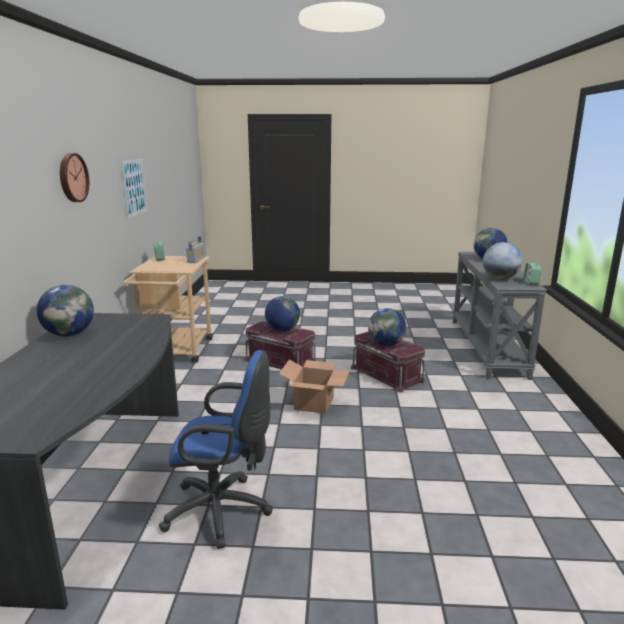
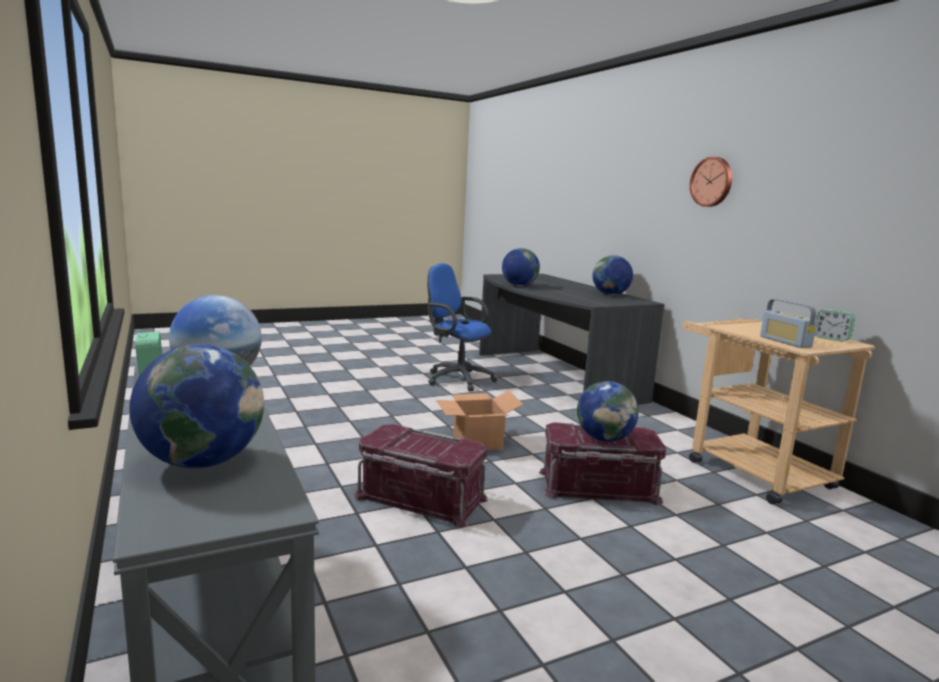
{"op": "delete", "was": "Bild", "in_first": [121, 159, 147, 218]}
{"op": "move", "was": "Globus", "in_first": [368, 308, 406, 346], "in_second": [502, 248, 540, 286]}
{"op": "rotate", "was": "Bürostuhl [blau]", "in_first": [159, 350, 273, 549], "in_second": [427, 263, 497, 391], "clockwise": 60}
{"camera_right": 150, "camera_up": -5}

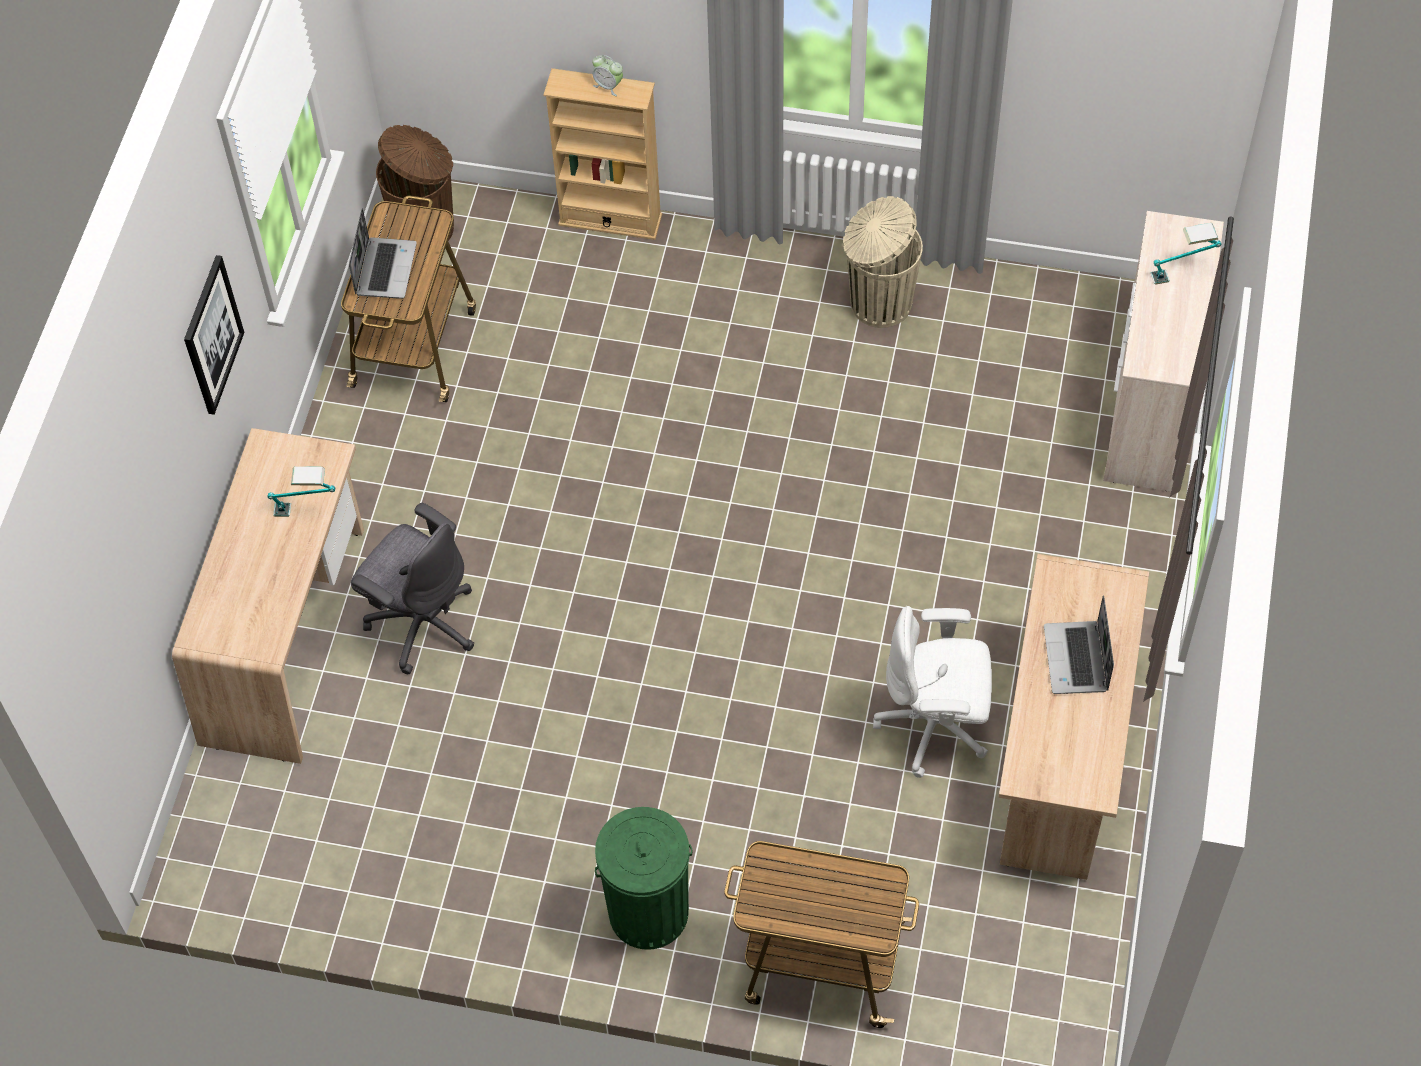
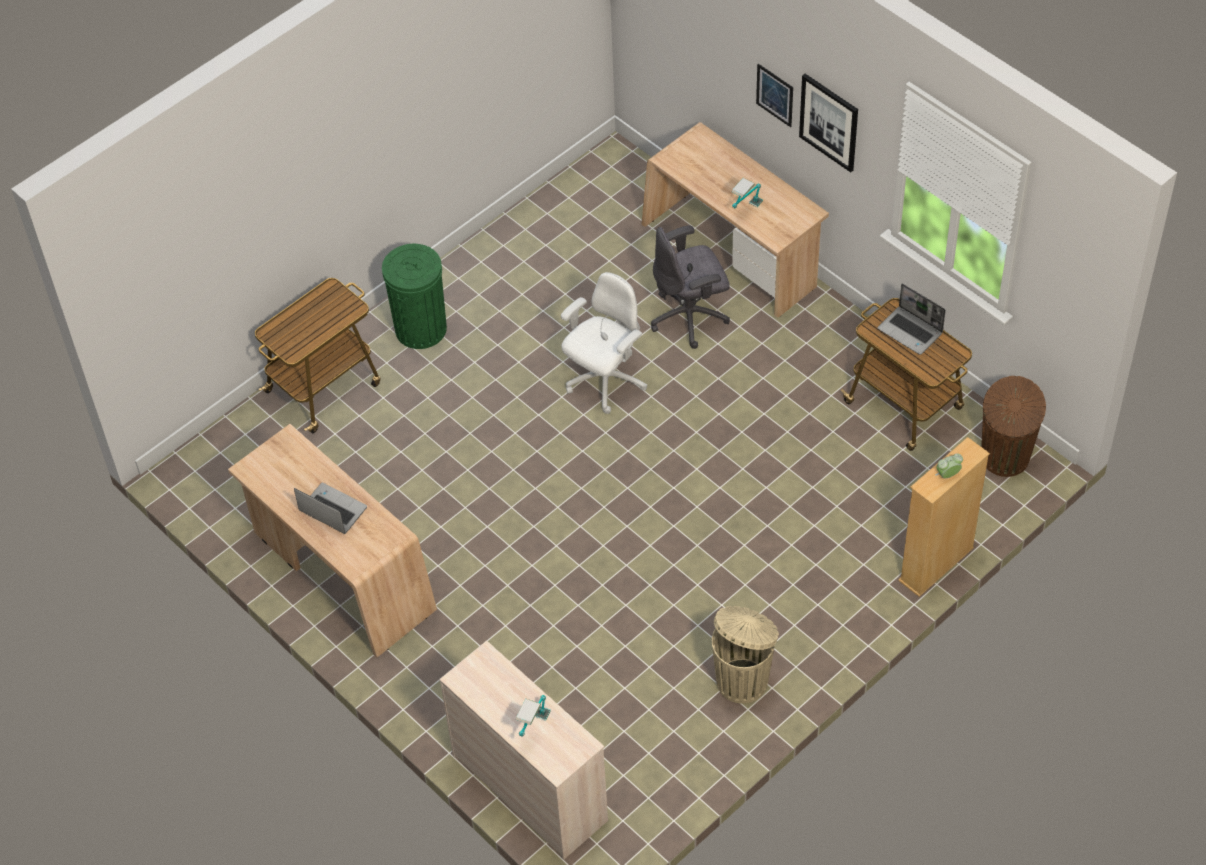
{"op": "insert", "now": "Bild", "in_second": [756, 64, 793, 127]}
{"op": "move", "was": "Bürostuhl [weiß]", "in_first": [873, 606, 992, 778], "in_second": [561, 272, 647, 414]}
{"camera_right": 125, "camera_up": -5}

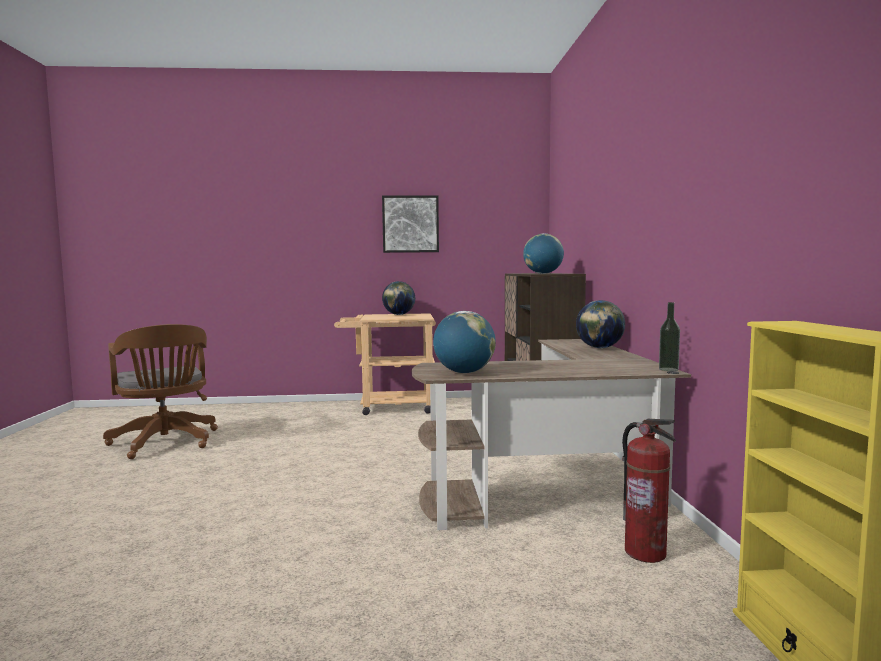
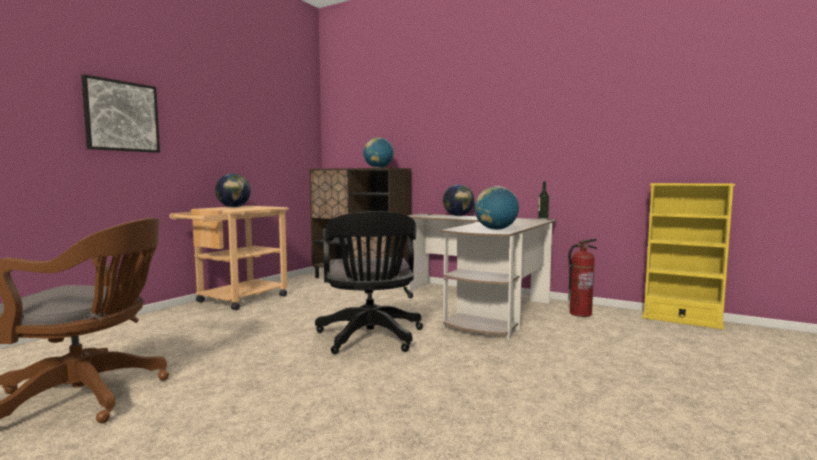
{"op": "insert", "now": "Bürostuhl [schwarz]", "in_second": [315, 211, 423, 354]}
{"op": "move", "was": "Bild", "in_first": [382, 195, 439, 253], "in_second": [81, 74, 160, 153]}
{"camera_right": -55, "camera_up": 0}

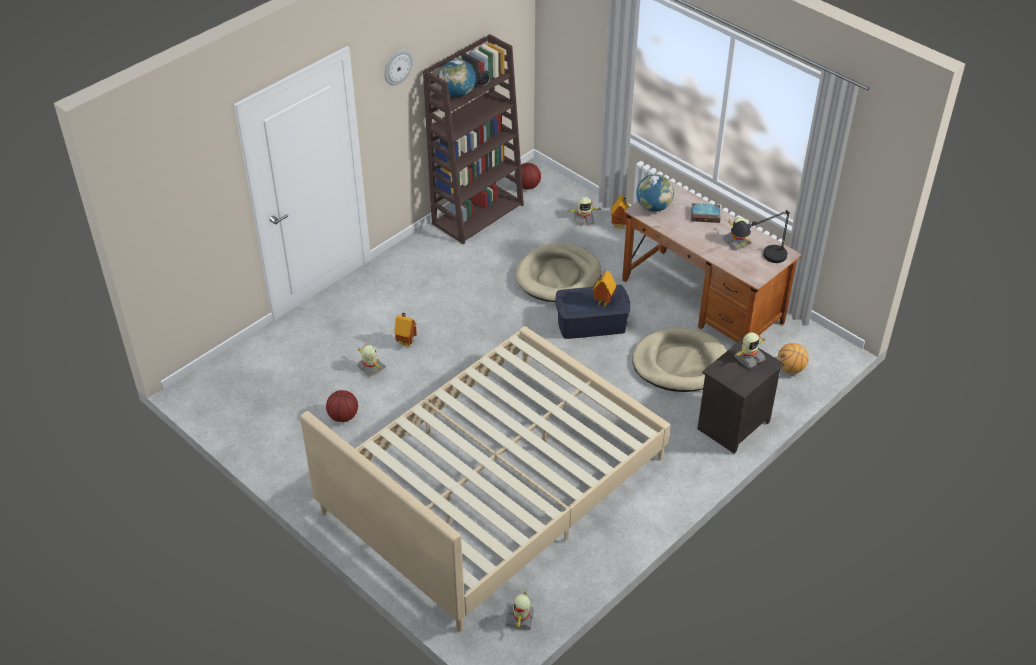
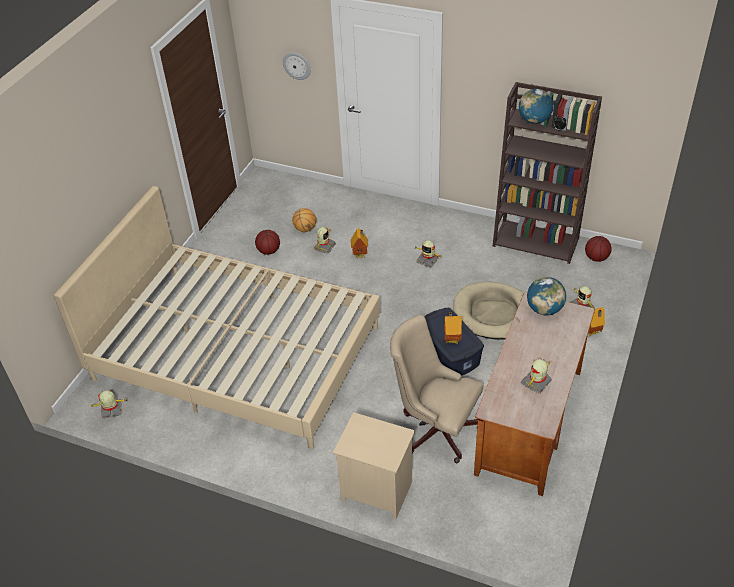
{"op": "delete", "was": "Buch", "in_first": [691, 203, 720, 223]}
{"op": "delete", "was": "Tischlampe [schwarz]", "in_first": [731, 210, 790, 263]}
{"op": "move", "was": "Wanduhr", "in_first": [384, 50, 413, 85], "in_second": [283, 52, 311, 80]}
{"op": "move", "was": "Spielzeugroboter", "in_first": [734, 332, 765, 369], "in_second": [415, 240, 442, 268]}
{"op": "move", "was": "Basketball", "in_first": [778, 343, 809, 374], "in_second": [292, 208, 316, 232]}
{"op": "replace", "was": "Hundebett [beige]", "now": "Bürostuhl [beige]", "in_first": [632, 328, 727, 392], "in_second": [390, 315, 484, 463]}
{"op": "recolor", "was": "Nachttisch [schwarz]", "now": "Nachttisch [beige]", "in_first": [698, 338, 784, 454], "in_second": [333, 412, 415, 519]}
{"camera_right": 70, "camera_up": 0}

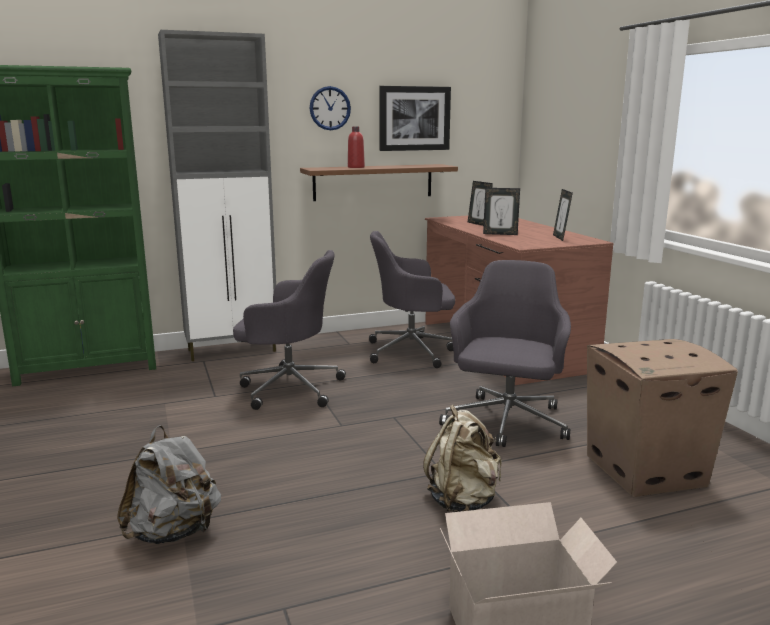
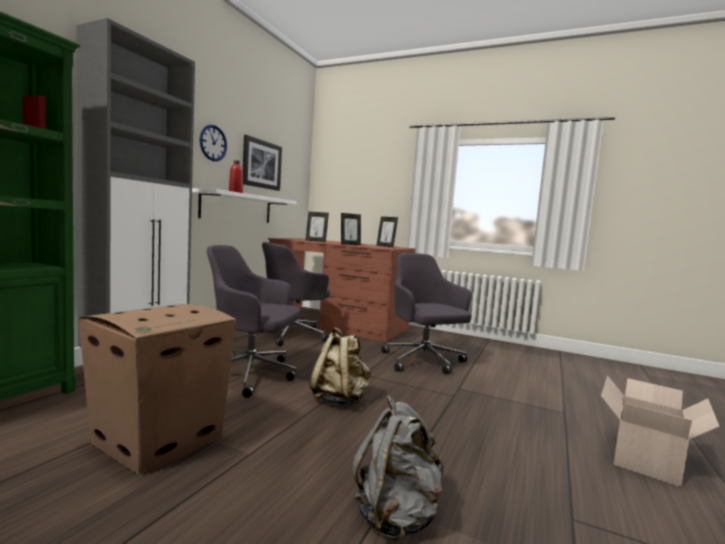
{"op": "move", "was": "Rucksack [beige]", "in_first": [423, 405, 502, 512], "in_second": [309, 327, 371, 405]}
{"op": "move", "was": "Karton", "in_first": [587, 339, 738, 497], "in_second": [78, 304, 236, 476]}
{"op": "recolor", "was": "Wandregal [braun]", "now": "Wandregal [weiß]", "in_first": [300, 164, 458, 201], "in_second": [192, 188, 297, 223]}
{"op": "rotate", "was": "Bürostuhl [grau]", "in_first": [233, 250, 346, 410], "in_second": [207, 245, 300, 398], "clockwise": -135}
{"camera_right": -45, "camera_up": -10}

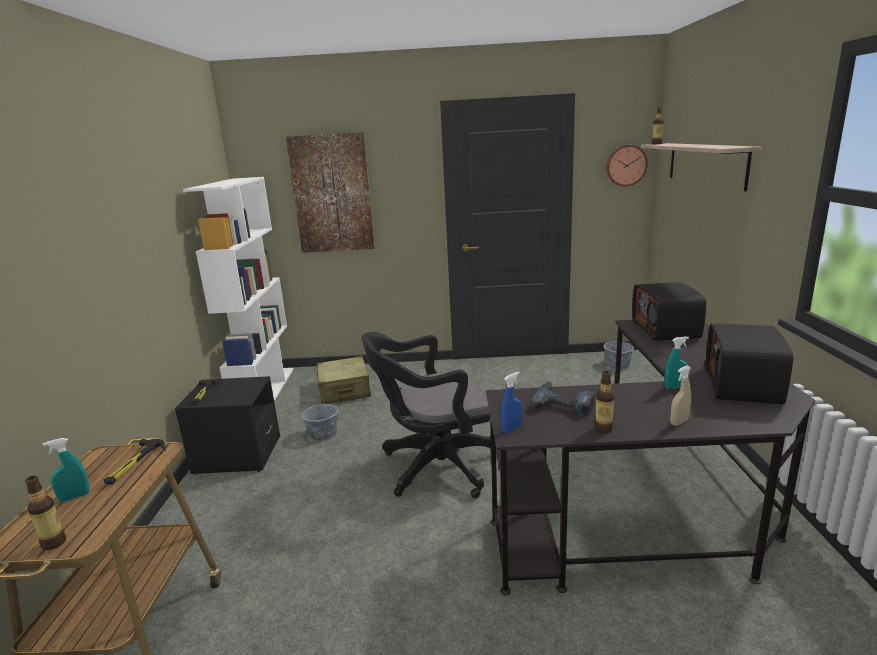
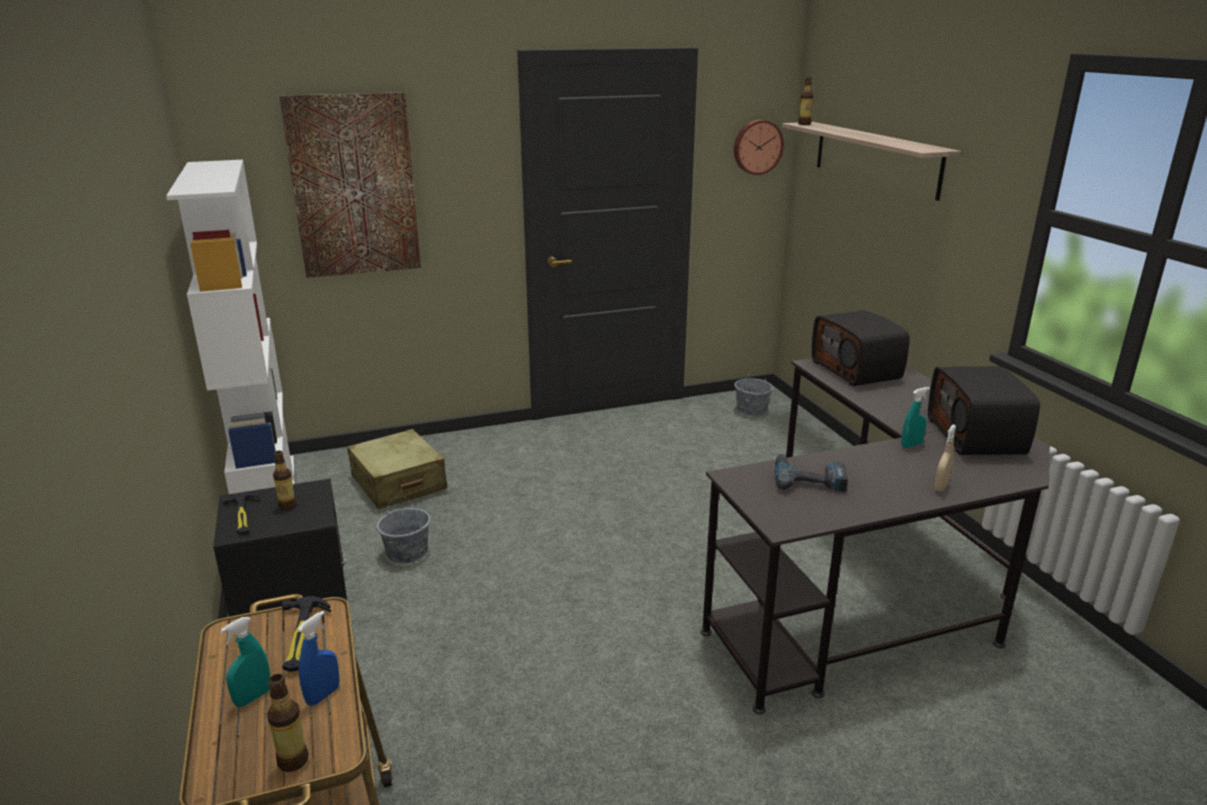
{"op": "delete", "was": "Bürostuhl [schwarz]", "in_first": [361, 332, 491, 498]}
{"op": "move", "was": "Sprühflasche [blau]", "in_first": [501, 372, 523, 433], "in_second": [298, 611, 339, 706]}
{"op": "move", "was": "Flasche", "in_first": [594, 371, 614, 433], "in_second": [273, 451, 296, 510]}
{"camera_right": -20, "camera_up": 5}

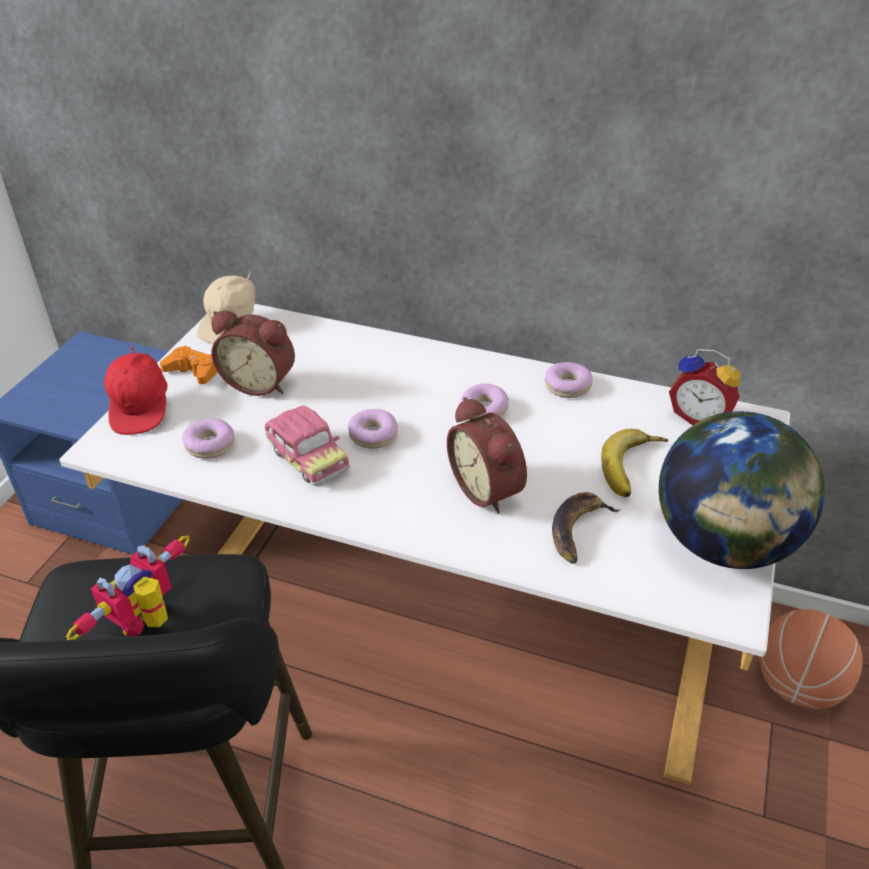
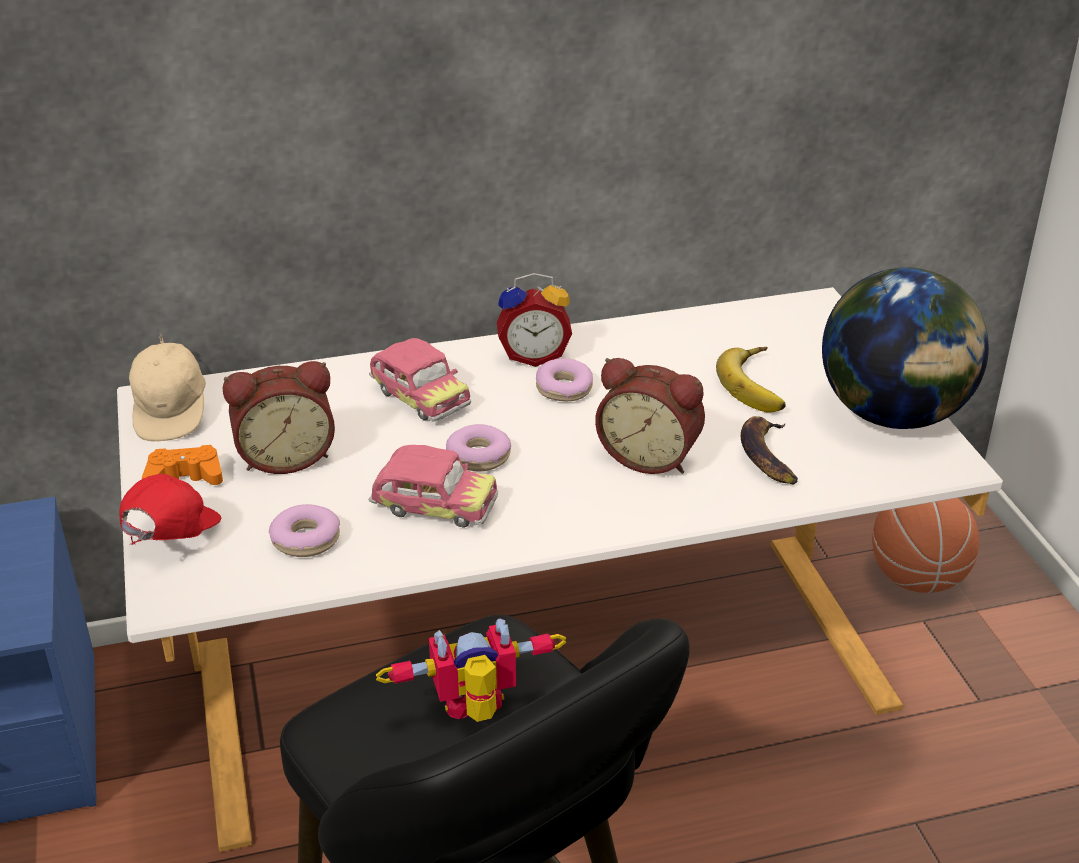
{"op": "delete", "was": "Donut", "in_first": [545, 362, 593, 398]}
{"op": "insert", "now": "Spielzeugauto", "in_second": [369, 338, 471, 422]}
{"op": "move", "was": "Wecker", "in_first": [669, 349, 741, 425], "in_second": [497, 273, 572, 367]}
{"op": "rotate", "was": "Spielzeugroboter", "in_first": [66, 535, 190, 640], "in_second": [376, 619, 566, 722], "clockwise": 75}
{"op": "rotate", "was": "Kappe [rot]", "in_first": [104, 344, 168, 435], "in_second": [120, 474, 221, 545], "clockwise": -120}
{"camera_right": -35, "camera_up": -5}

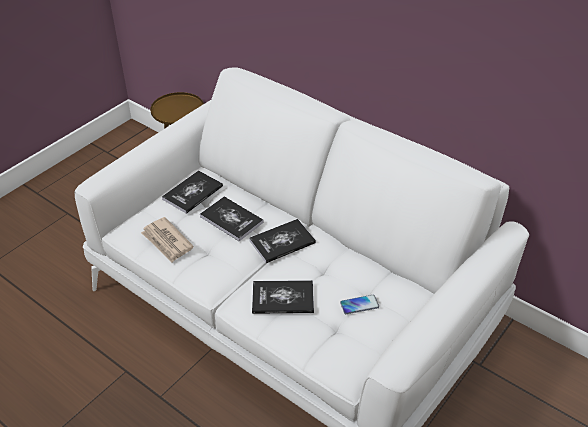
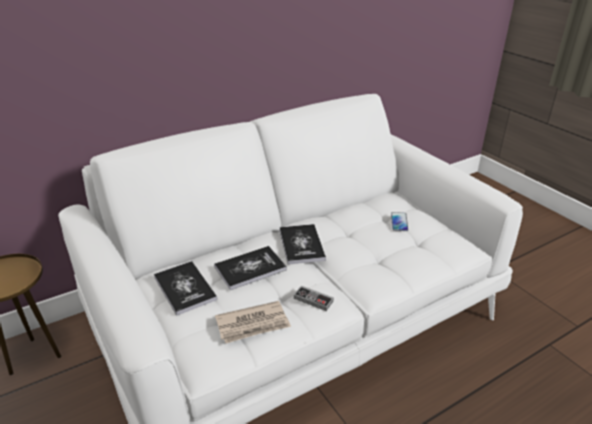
{"op": "delete", "was": "Buch", "in_first": [252, 280, 314, 314]}
{"op": "insert", "now": "Gamepad", "in_second": [294, 285, 334, 311]}
{"camera_right": -70, "camera_up": -10}

